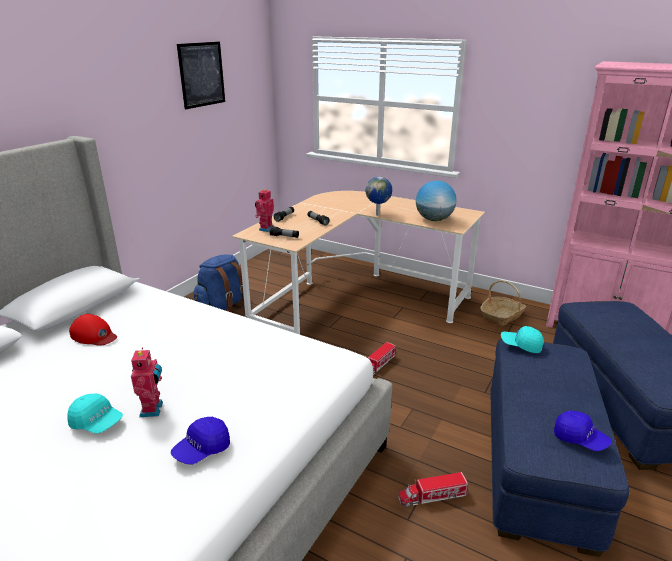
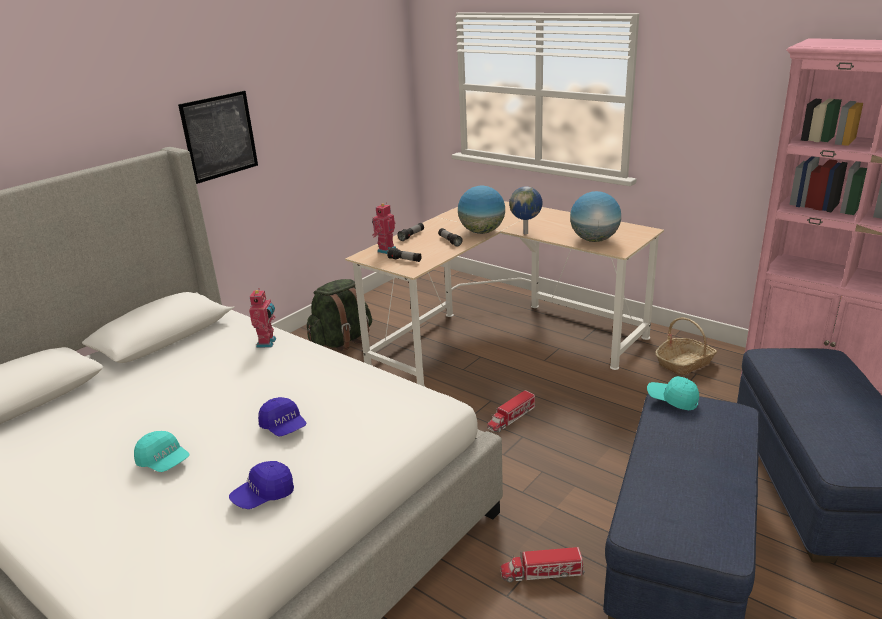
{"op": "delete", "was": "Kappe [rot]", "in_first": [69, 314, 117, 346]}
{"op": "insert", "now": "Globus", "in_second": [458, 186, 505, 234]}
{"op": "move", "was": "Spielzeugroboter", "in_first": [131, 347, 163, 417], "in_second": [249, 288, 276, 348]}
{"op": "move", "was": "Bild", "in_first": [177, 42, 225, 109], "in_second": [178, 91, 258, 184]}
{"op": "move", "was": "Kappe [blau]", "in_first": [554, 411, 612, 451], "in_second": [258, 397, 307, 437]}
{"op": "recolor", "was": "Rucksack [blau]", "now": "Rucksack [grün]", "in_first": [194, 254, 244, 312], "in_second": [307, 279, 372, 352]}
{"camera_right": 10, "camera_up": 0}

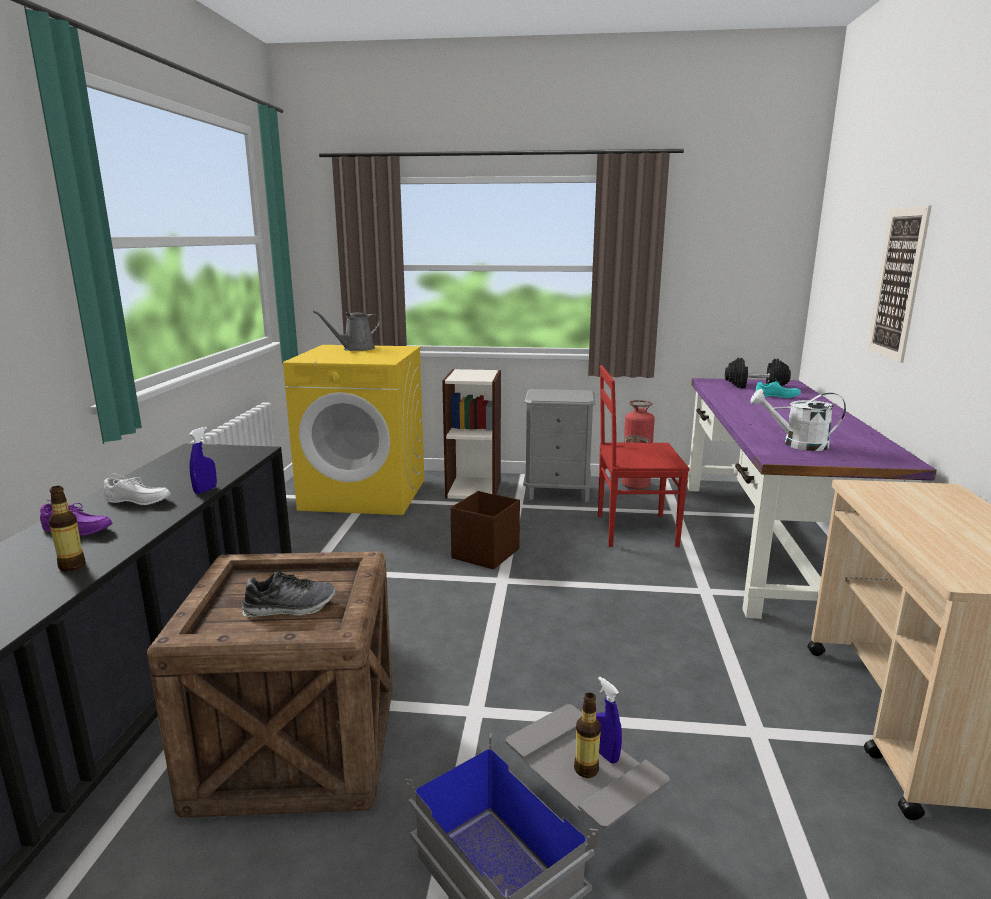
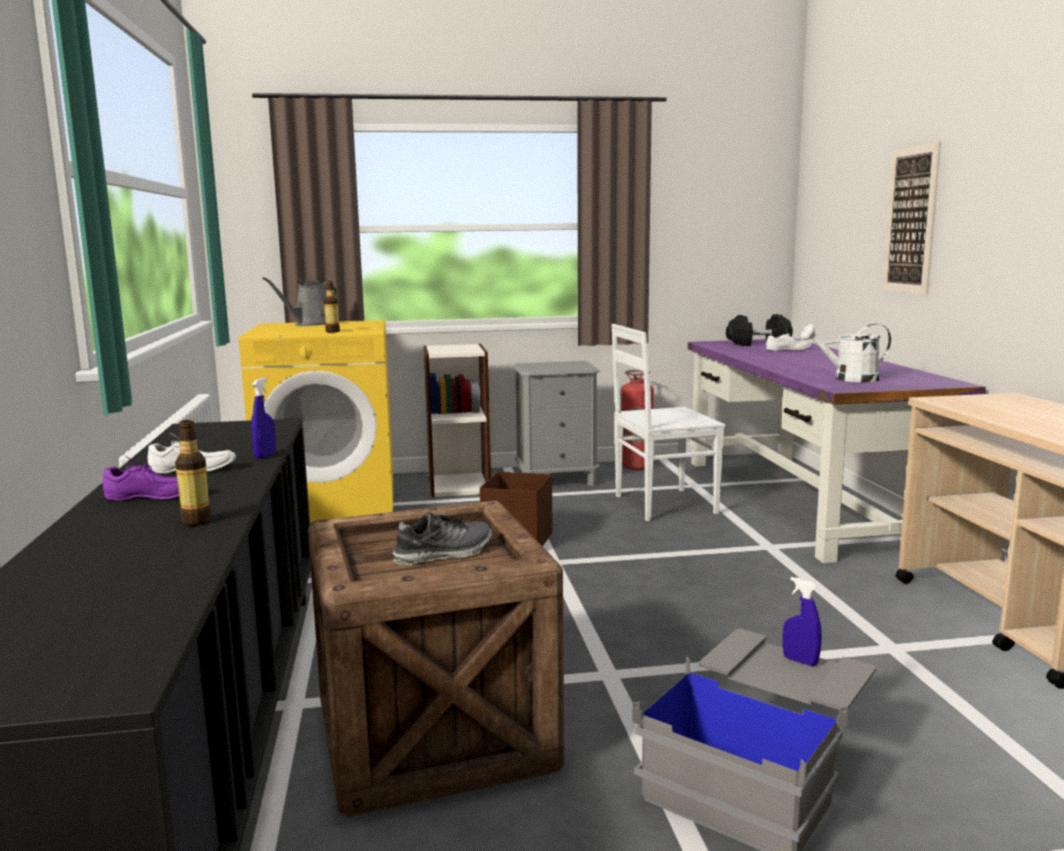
{"op": "move", "was": "Flasche", "in_first": [574, 693, 601, 778], "in_second": [324, 281, 340, 332]}
{"op": "recolor", "was": "Stuhl [rot]", "now": "Stuhl [weiß]", "in_first": [598, 365, 689, 547], "in_second": [612, 324, 725, 521]}
{"op": "recolor", "was": "Schuh [türkis]", "now": "Schuh [weiß]", "in_first": [756, 378, 801, 398], "in_second": [766, 330, 811, 351]}
{"camera_right": -15, "camera_up": -5}

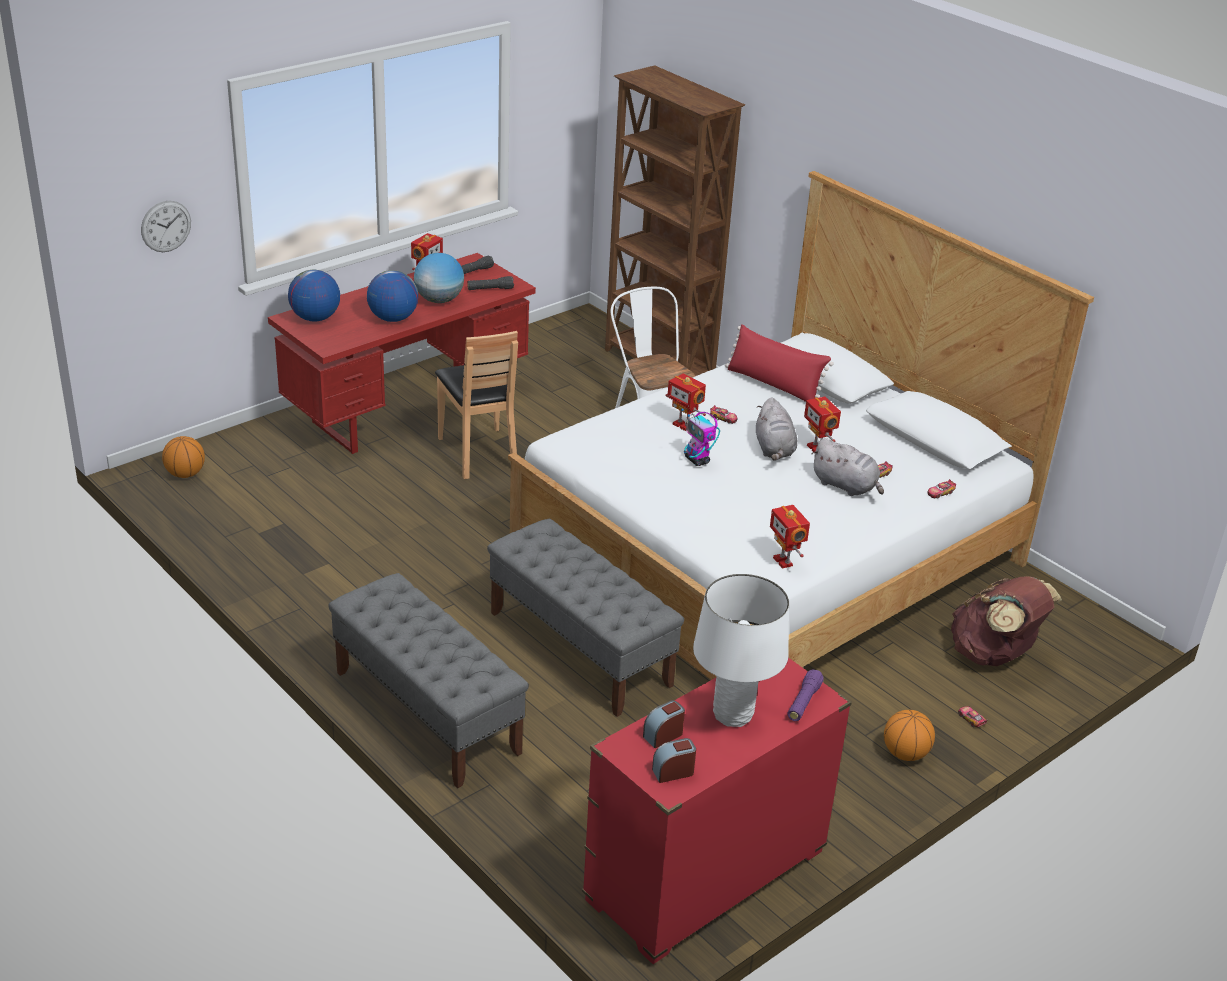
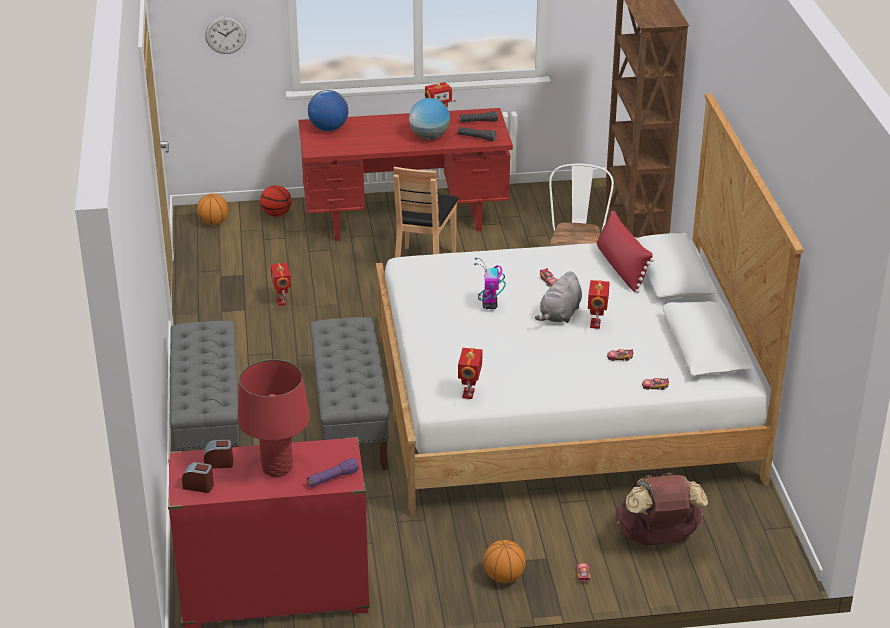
{"op": "delete", "was": "Globus", "in_first": [367, 270, 418, 322]}
{"op": "delete", "was": "Plüschtier [grau]", "in_first": [811, 438, 884, 496]}
{"op": "insert", "now": "Basketball", "in_second": [260, 185, 292, 217]}
{"op": "move", "was": "Spielzeugroboter", "in_first": [666, 374, 706, 431], "in_second": [270, 263, 291, 306]}
{"op": "recolor", "was": "Tischlampe [weiß]", "now": "Tischlampe [rot]", "in_first": [693, 574, 789, 727], "in_second": [237, 359, 310, 477]}
{"camera_right": 35, "camera_up": 0}

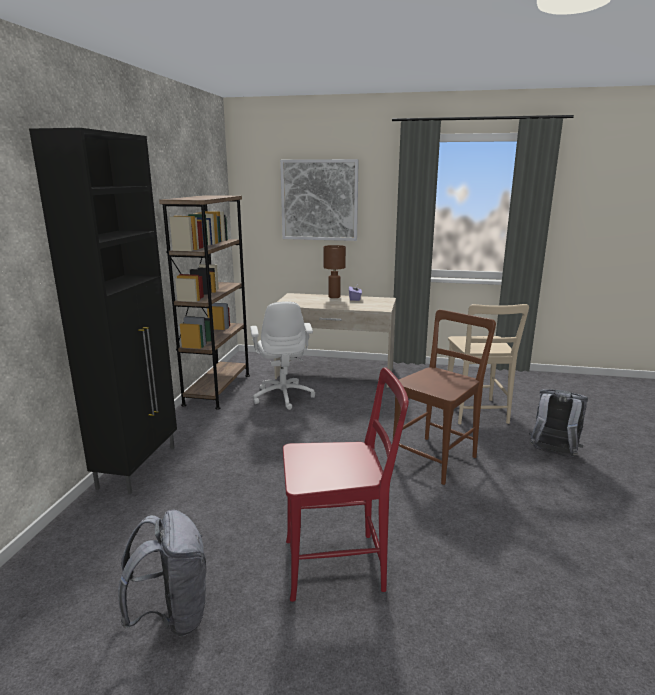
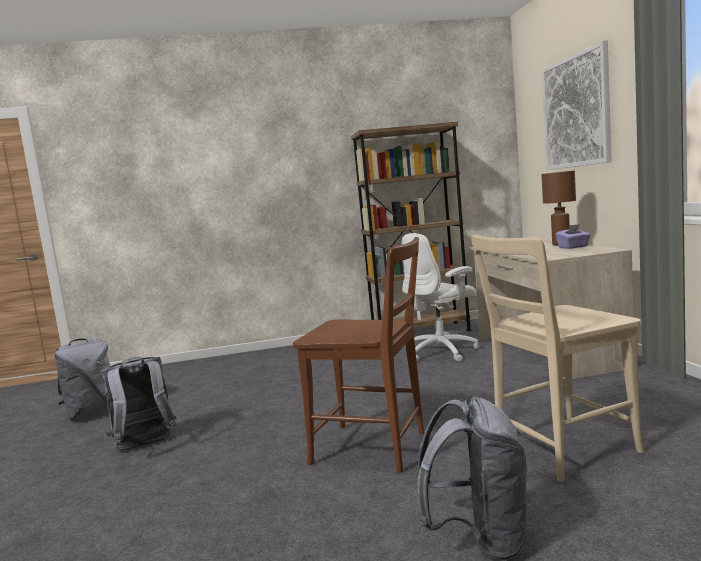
{"op": "delete", "was": "Schrank [schwarz]", "in_first": [29, 128, 177, 494]}
{"op": "replace", "was": "Stuhl [rot]", "now": "Rucksack [grau]", "in_first": [283, 367, 409, 602], "in_second": [101, 357, 177, 450]}
{"camera_right": 70, "camera_up": -10}

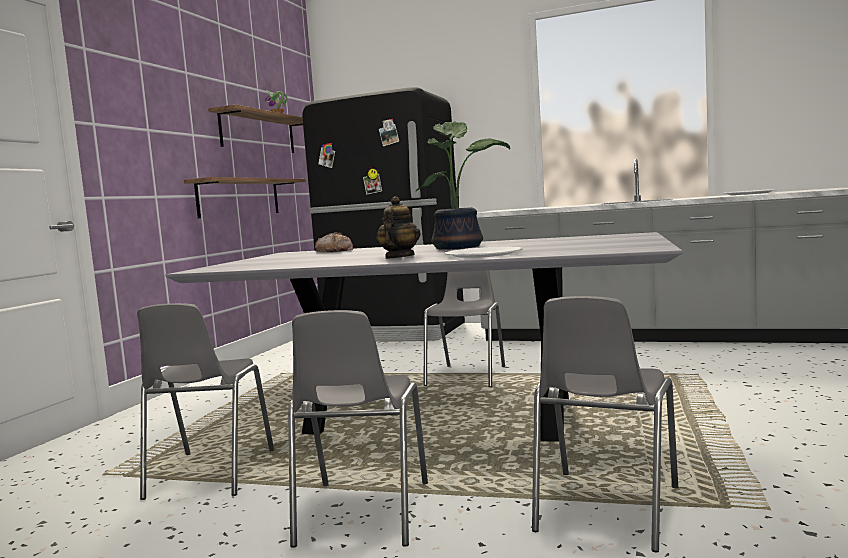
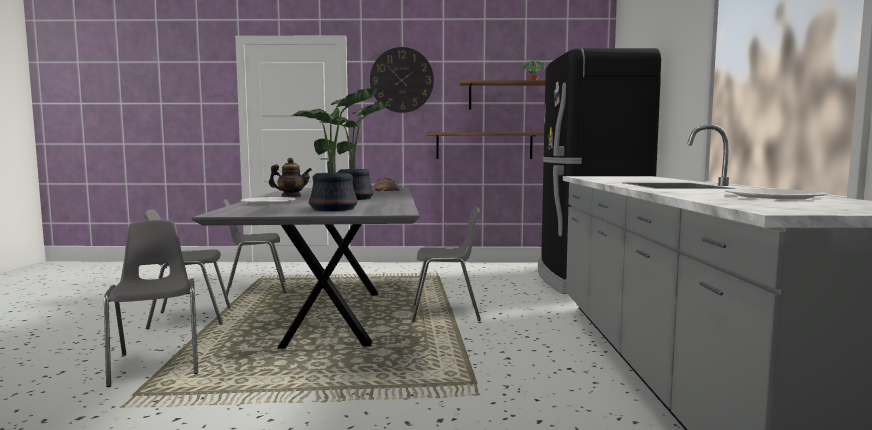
{"op": "insert", "now": "Topfpflanze", "in_second": [293, 88, 385, 211]}
{"op": "insert", "now": "Wanduhr", "in_second": [370, 47, 434, 113]}
{"op": "rotate", "was": "Stuhl [grau]", "in_first": [532, 296, 678, 552], "in_second": [104, 220, 198, 387], "clockwise": 60}
{"camera_right": 70, "camera_up": 0}

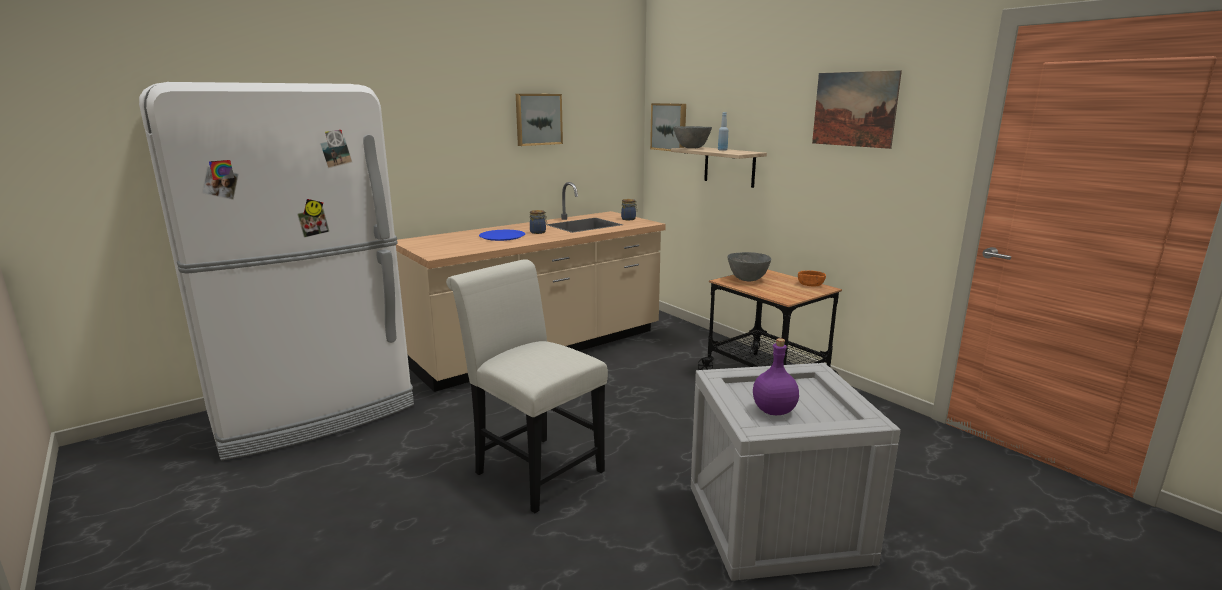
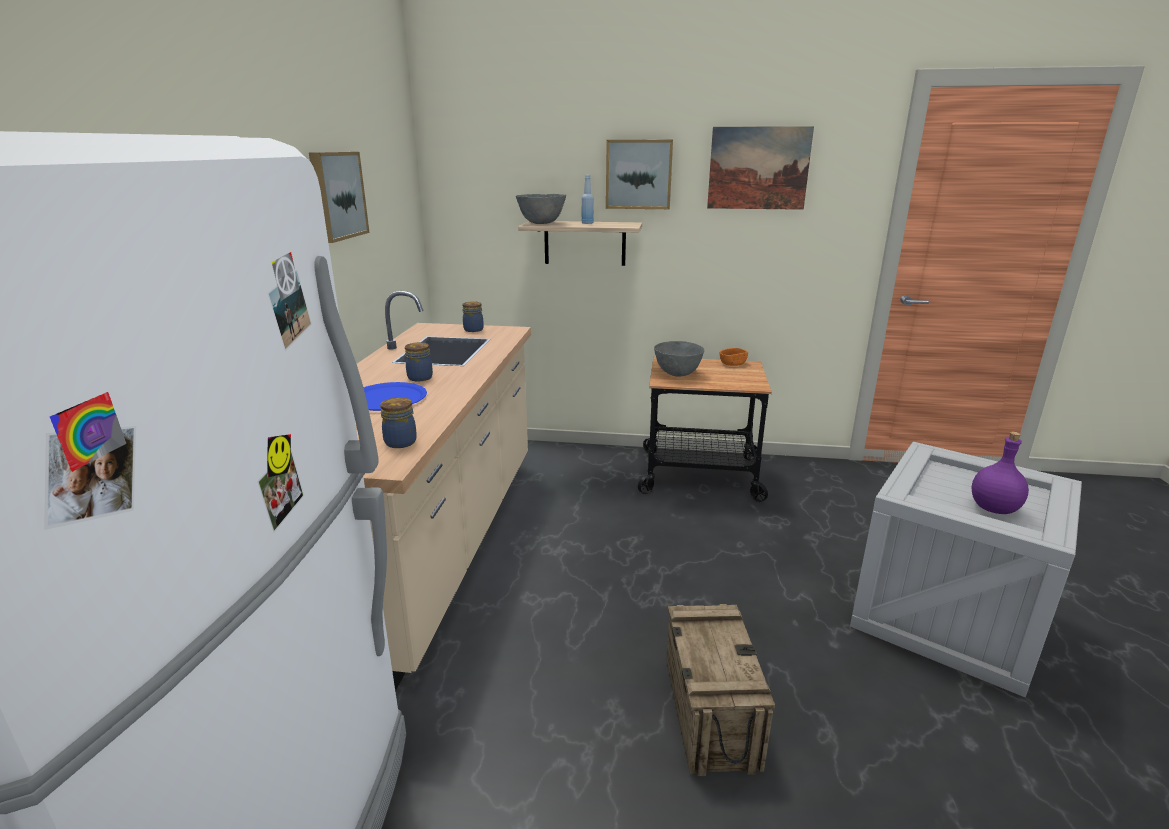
{"op": "insert", "now": "Vorratsglas", "in_second": [380, 397, 417, 448]}
{"op": "move", "was": "Bild", "in_first": [650, 103, 686, 151], "in_second": [606, 140, 673, 209]}
{"op": "replace", "was": "Stuhl [weiß]", "now": "Kiste", "in_first": [446, 259, 608, 513], "in_second": [666, 604, 775, 776]}
{"camera_right": -45, "camera_up": 5}

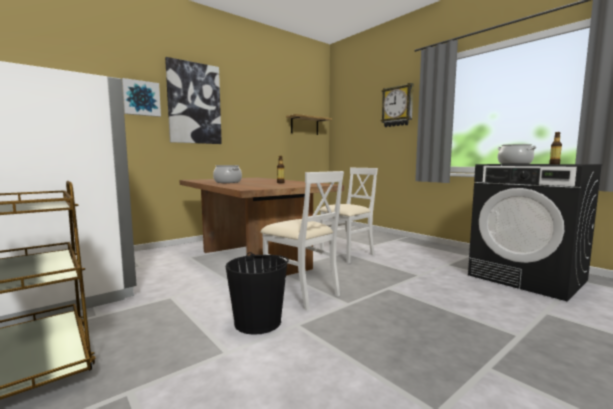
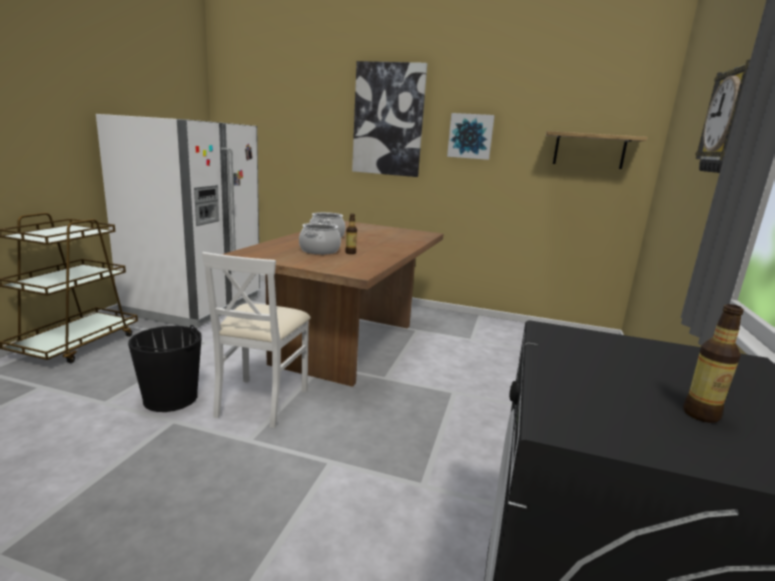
{"op": "delete", "was": "Stuhl [weiß]", "in_first": [319, 168, 378, 264]}
{"op": "move", "was": "Bild", "in_first": [122, 78, 161, 117], "in_second": [447, 113, 495, 160]}
{"op": "move", "was": "Kochtopf", "in_first": [497, 144, 536, 164], "in_second": [299, 223, 341, 255]}
{"camera_right": 55, "camera_up": 10}

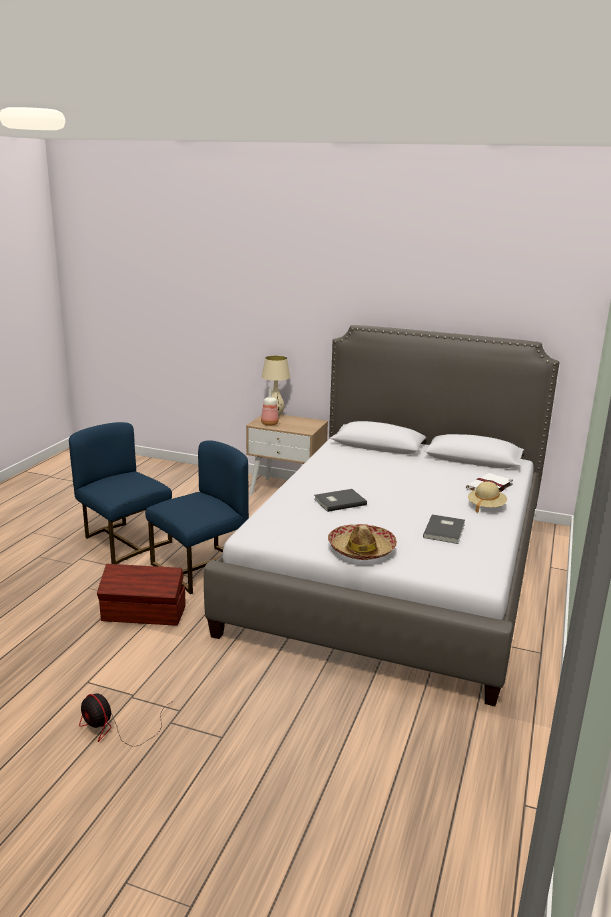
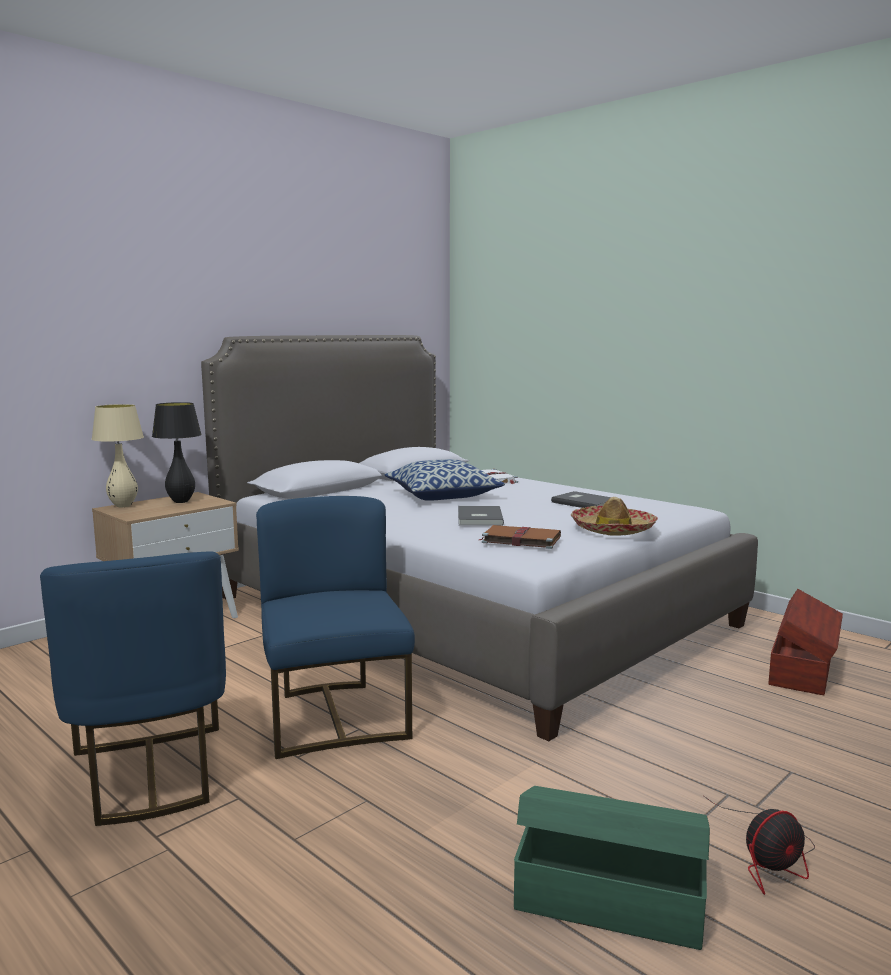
{"op": "delete", "was": "Flasche", "in_first": [261, 389, 279, 426]}
{"op": "delete", "was": "Hut [beige]", "in_first": [468, 481, 507, 513]}
{"op": "insert", "now": "Tischlampe [schwarz]", "in_second": [152, 402, 202, 503]}
{"op": "insert", "now": "Kissen", "in_second": [384, 459, 505, 501]}
{"op": "insert", "now": "Buch [braun]", "in_second": [480, 525, 561, 549]}
{"op": "insert", "now": "Aufbewahrungsbox [grün]", "in_second": [514, 786, 710, 950]}
{"op": "move", "was": "Aufbewahrungsbox [braun]", "in_first": [97, 564, 186, 626], "in_second": [768, 589, 843, 695]}
{"op": "rotate", "was": "Stuhl [blau]", "in_first": [69, 422, 172, 564], "in_second": [40, 551, 226, 826], "clockwise": -90}
{"camera_right": -65, "camera_up": -10}

